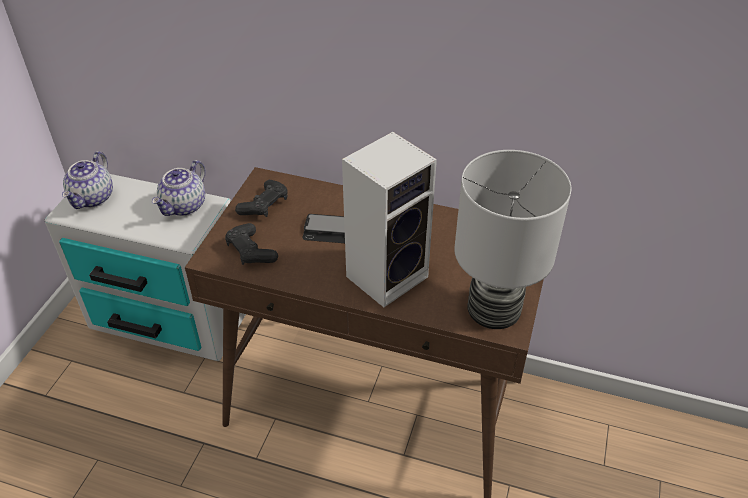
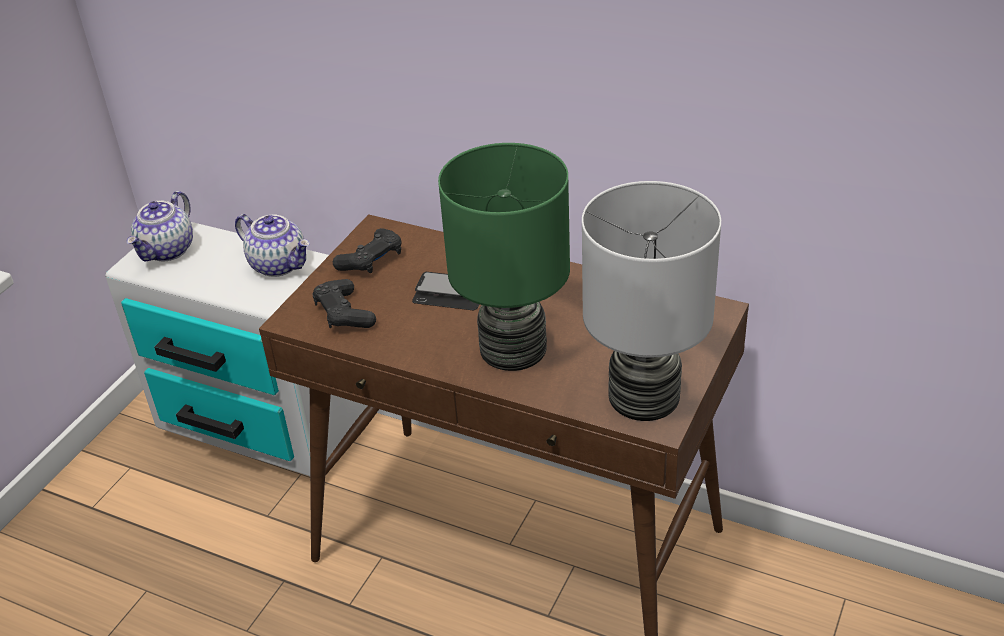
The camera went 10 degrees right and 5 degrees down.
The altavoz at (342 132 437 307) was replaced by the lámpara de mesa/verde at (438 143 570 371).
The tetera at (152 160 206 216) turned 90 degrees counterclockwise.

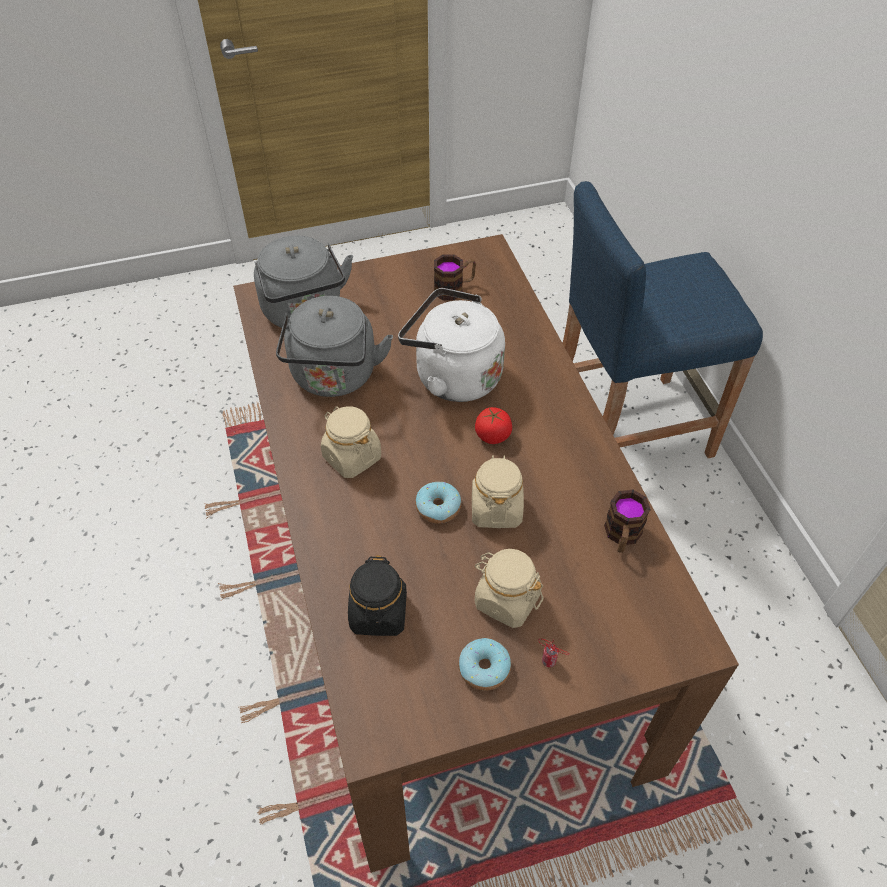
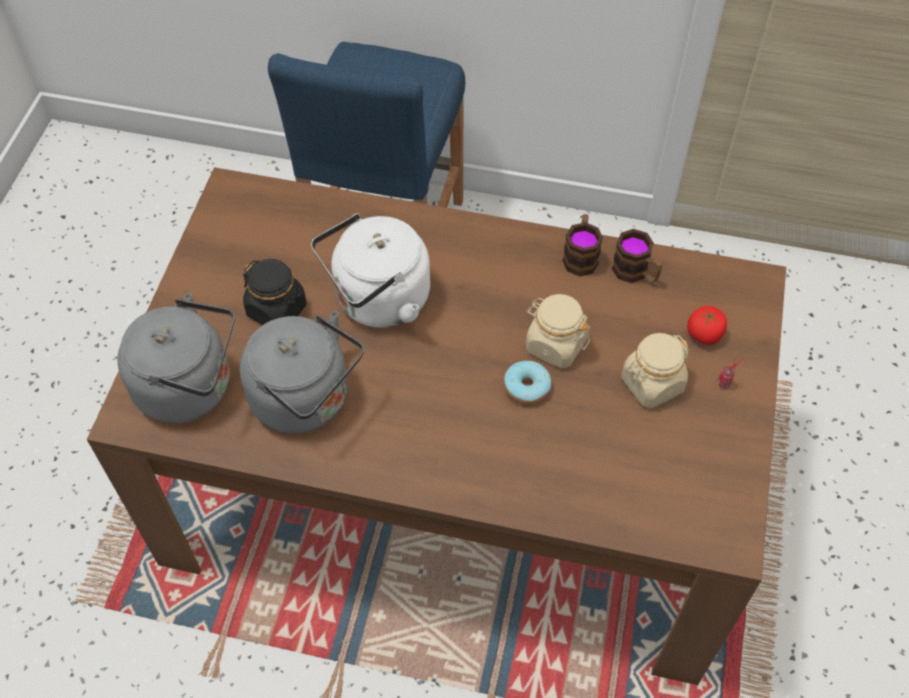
The camera went 60 degrees left and 5 degrees up.
The taza grande moved from (434 254 476 300) to (562 214 603 277).
The tarro/beis at (321 406 381 478) disappeared.
The tomate moved from (475 407 512 444) to (687 306 727 345).
The tarro/negro moved from (348 555 407 636) to (243 259 307 325).
The rosquilla at (459 638 511 691) disappeared.

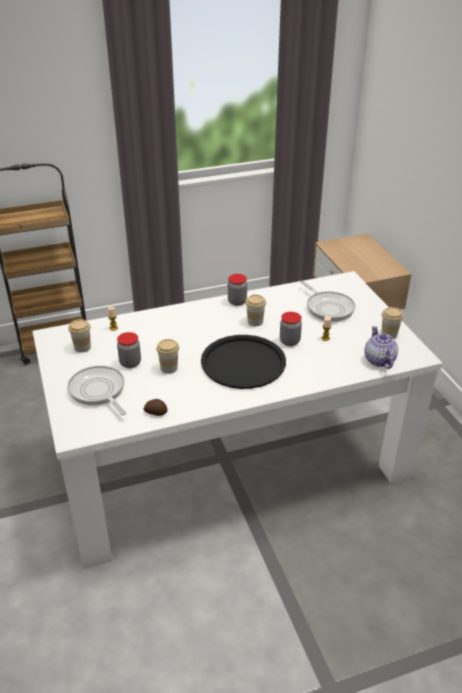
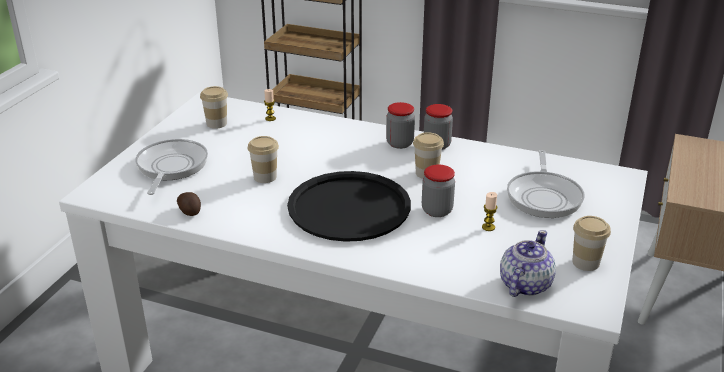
The camera went 40 degrees right and 5 degrees down.
The tarro moved from (117 332 141 368) to (386 102 415 149).

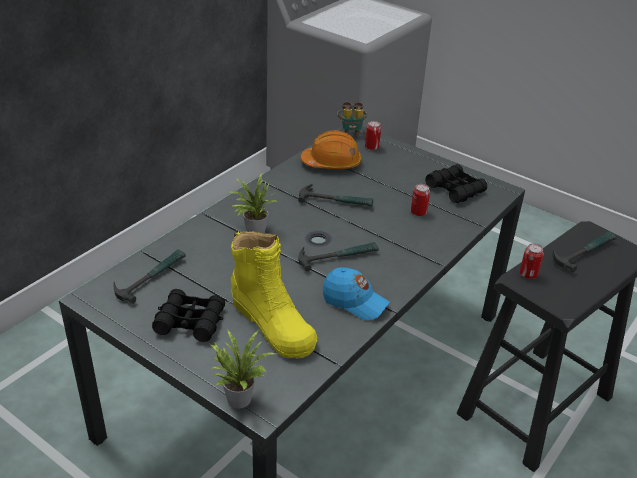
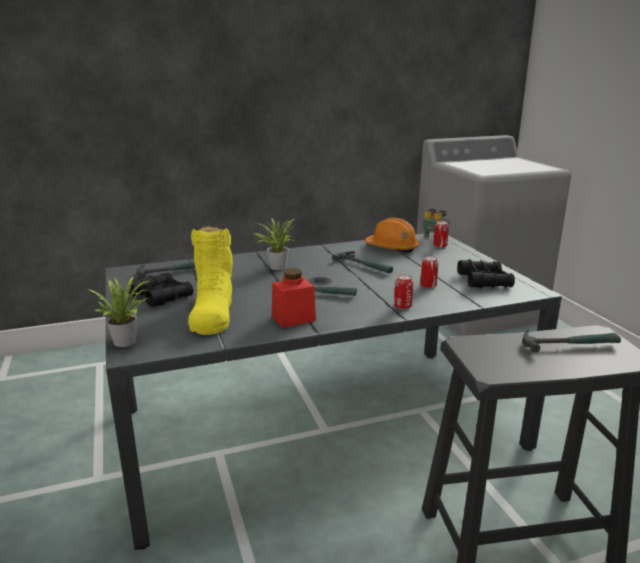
The camera went 35 degrees right and 15 degrees down.
The lata moved from (520 243 544 279) to (394 274 413 310).
The gorra/azul at (323 267 390 320) was replaced by the tarro/rojo at (272 268 316 328).

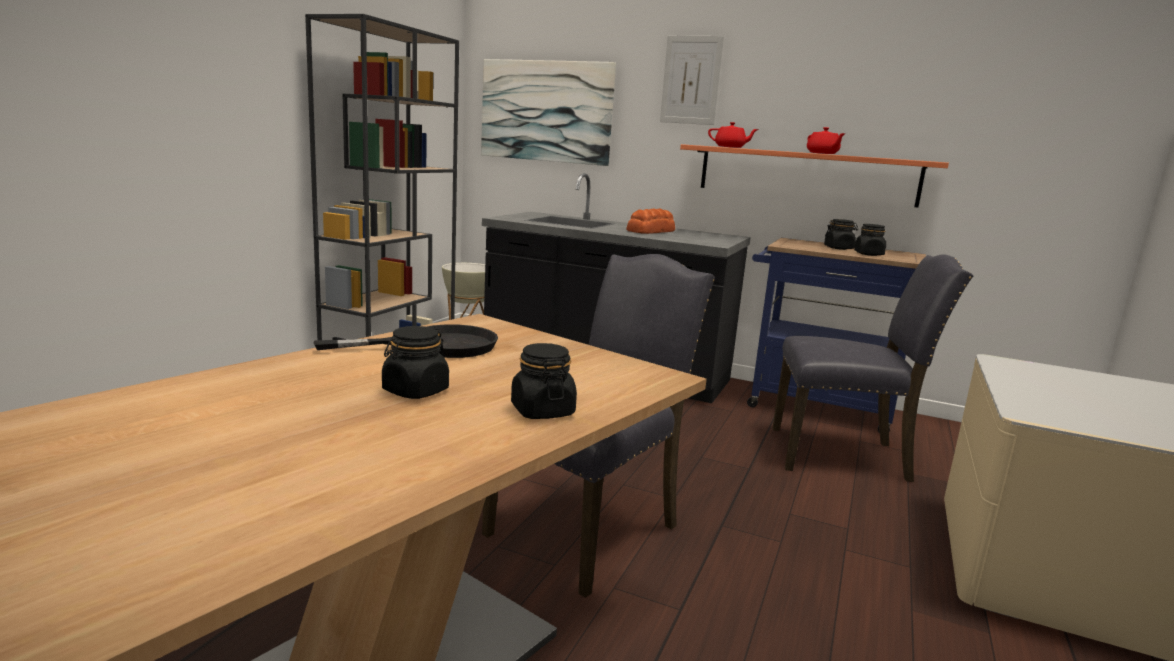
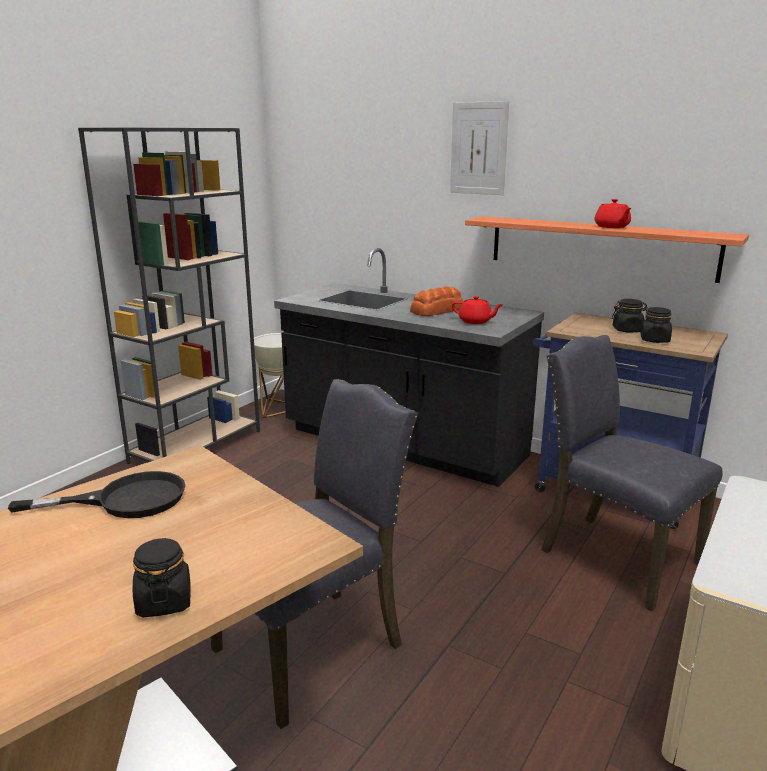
The camera went 10 degrees right and 5 degrees up.
The cuadro at (481 59 616 166) disappeared.
The tetera/rojo moved from (708 122 759 148) to (452 296 504 324).
The silla/gris at (773 254 973 482) turned 150 degrees counterclockwise.
The tarro/negro at (382 326 449 399) disappeared.

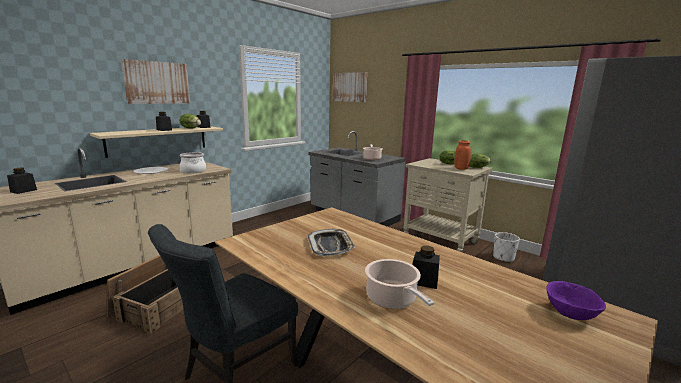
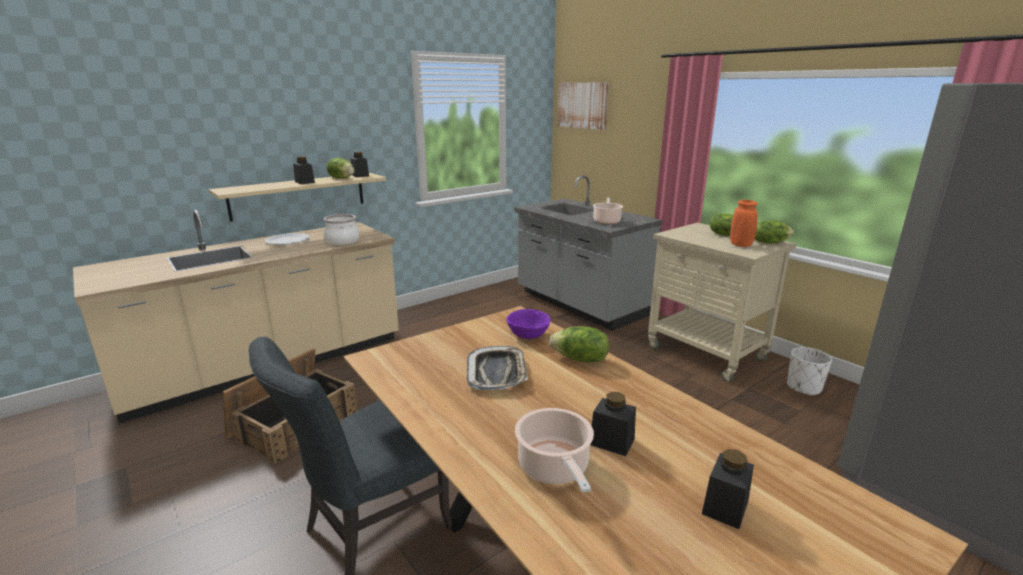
The camera went 10 degrees right and 5 degrees up.
The cuadro at (121 59 190 104) disappeared.
The tarro/negro moved from (7 168 37 194) to (702 449 754 529).
The cuenco/morado moved from (546 281 606 320) to (506 309 550 339).
The lechuga at (550 326 609 362) appeared.

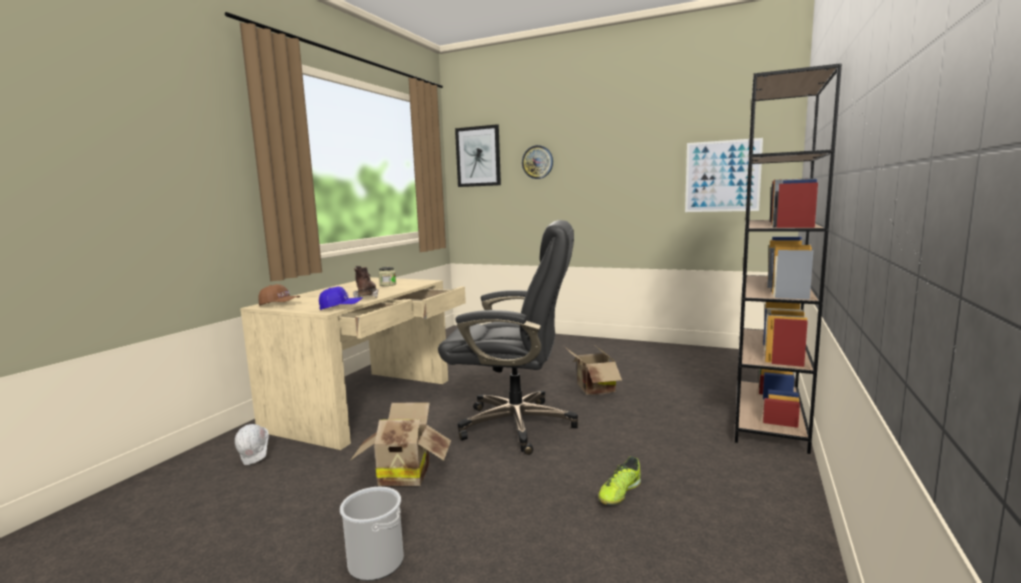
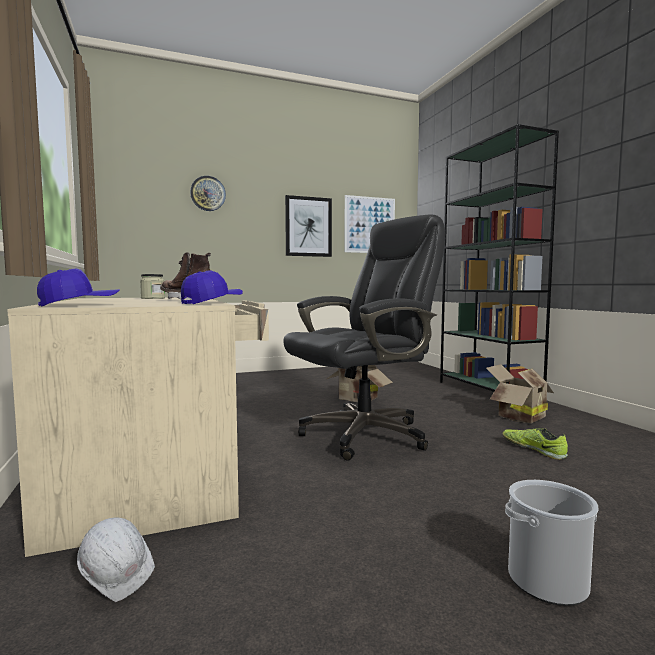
The camera went 45 degrees left and 5 degrees down.
The estantería/beis at (735 63 842 454) became the estantería/verde at (440 124 559 392).
The cuadro moved from (455 124 501 187) to (285 195 332 257).
The gorra/marrón at (258 284 300 306) became the gorra/azul at (37 269 120 306).
The caja de cartón moved from (350 402 451 486) to (486 364 554 423).
The zapato at (598 456 641 505) turned 150 degrees clockwise.

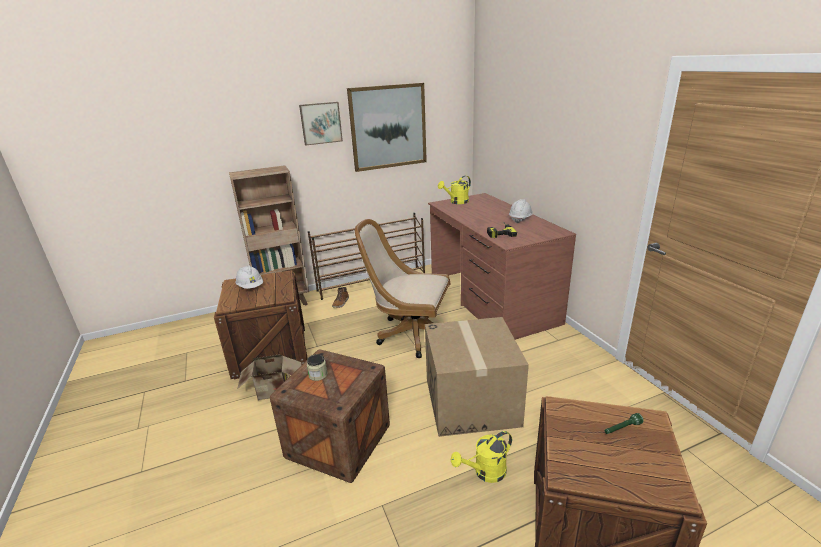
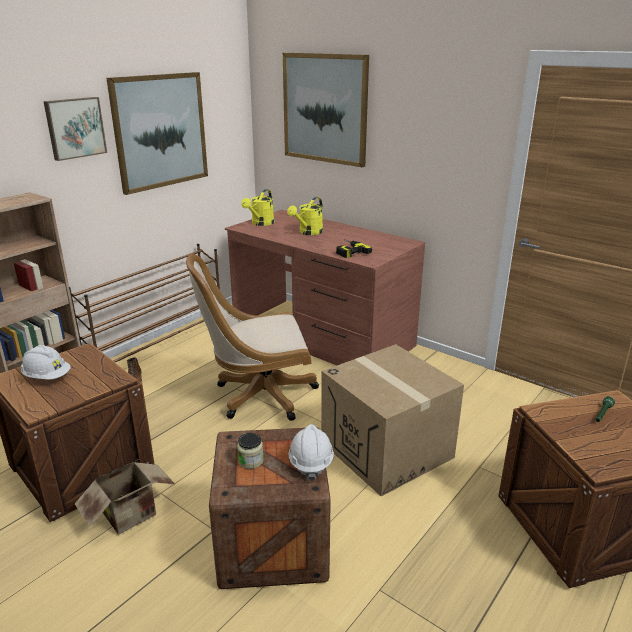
The camera went 30 degrees left and 0 degrees up.
The casco/blanco moved from (509 199 533 223) to (288 424 334 480).
The regadera/amarillo moved from (451 431 512 483) to (287 197 323 235).
The cuadro at (283 53 369 167) appeared.

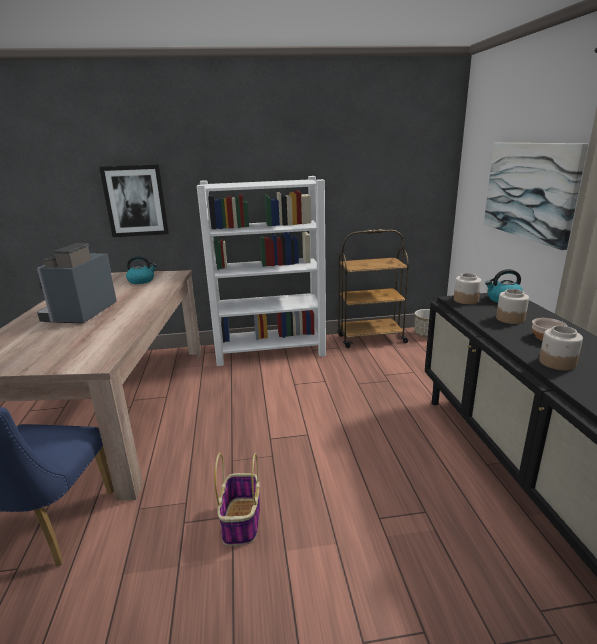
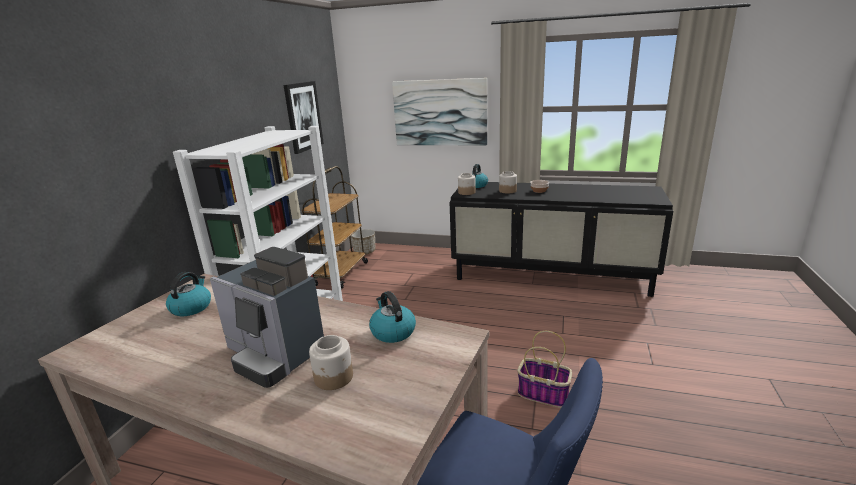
The camera went 65 degrees left and 0 degrees up.
The cuadro moved from (99 164 169 237) to (284 81 324 154).
The tarro moved from (539 326 583 370) to (309 335 353 390).
The hervidor at (369 291 416 343) appeared.

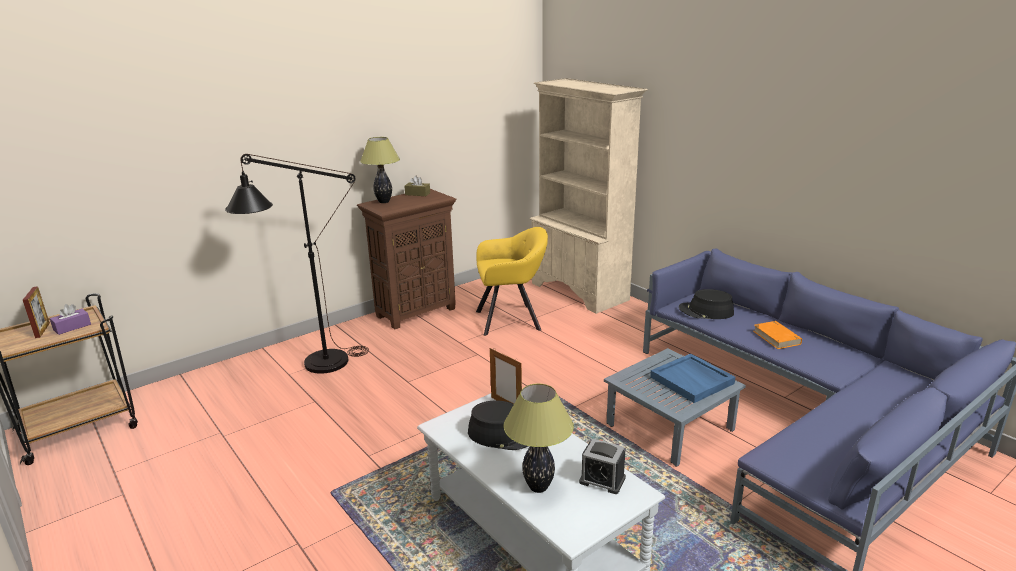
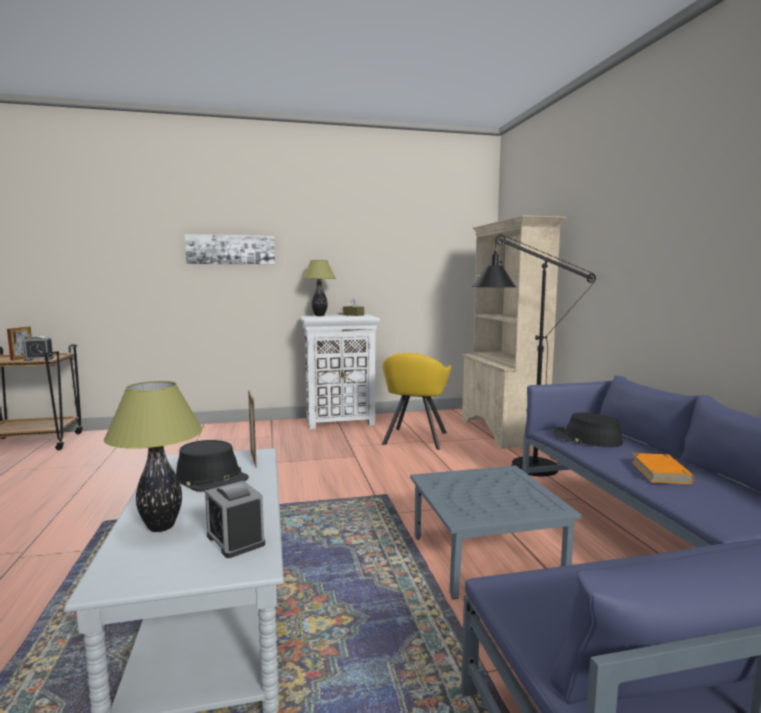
The camera went 25 degrees right and 15 degrees down.
The lámpara de pie/negro moved from (225 154 369 374) to (472 234 596 476).
The armario/marrón at (357 189 457 329) became the armario/blanco at (300 315 380 430).
The sillón/amarillo at (476 227 548 336) turned 90 degrees clockwise.
The caja de pañuelos/morado at (50 304 91 335) was replaced by the despertador at (23 336 54 361).
The bandeja/azul at (650 354 735 403) disappeared.
The cuadro at (185 234 275 264) appeared.

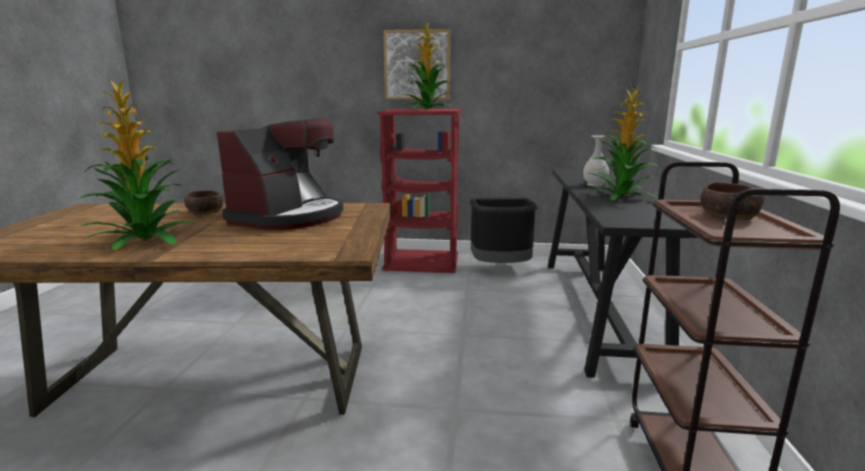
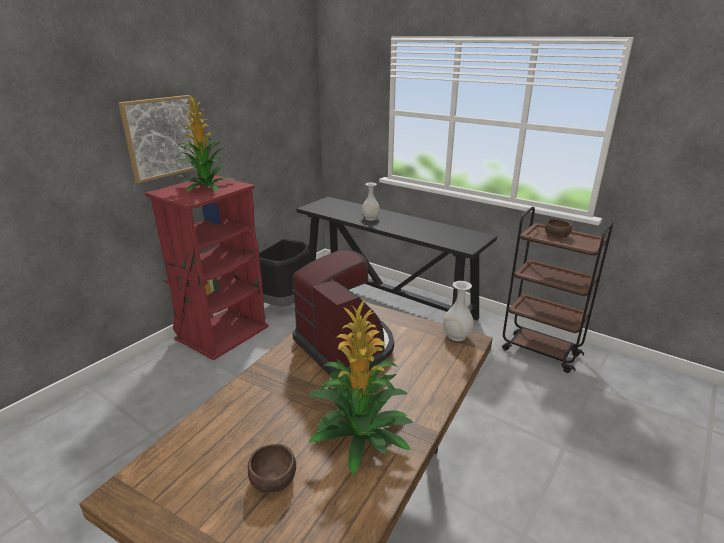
The camera went 60 degrees left and 10 degrees up.
The planta en maceta at (583 85 659 201) disappeared.
The cuenco/marrón moved from (184 190 223 215) to (248 444 296 493).
The florero/blanco at (443 281 474 341) appeared.

